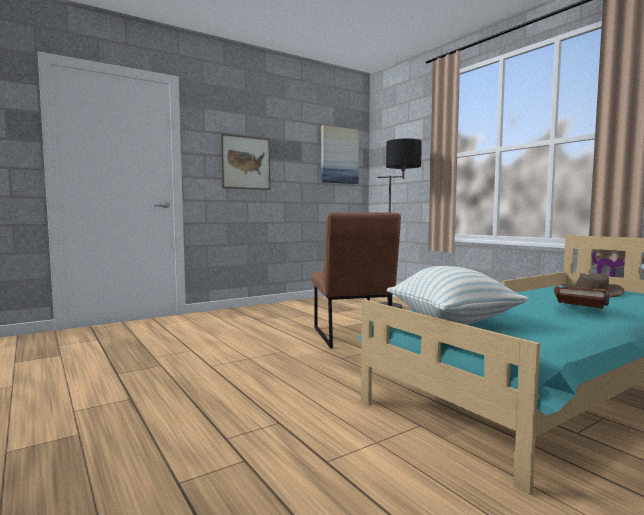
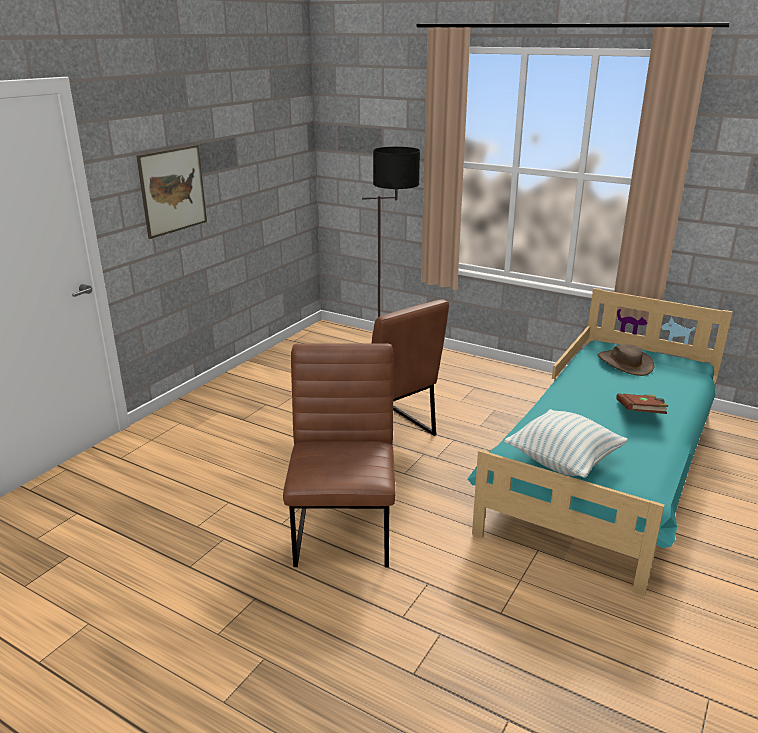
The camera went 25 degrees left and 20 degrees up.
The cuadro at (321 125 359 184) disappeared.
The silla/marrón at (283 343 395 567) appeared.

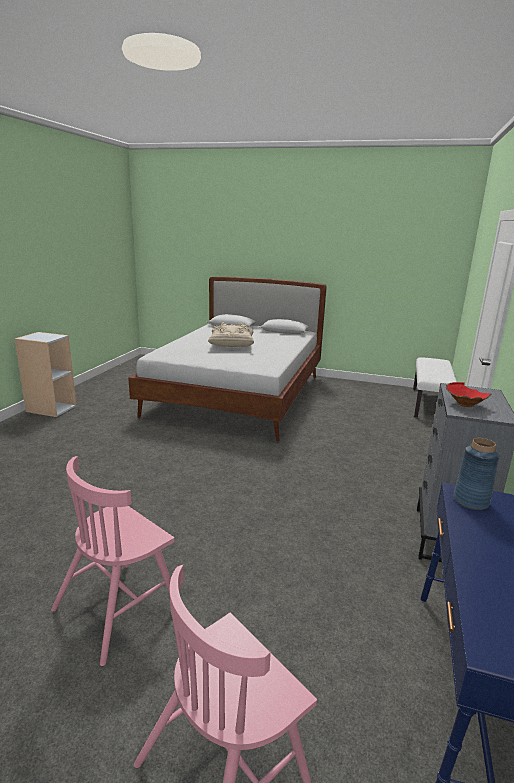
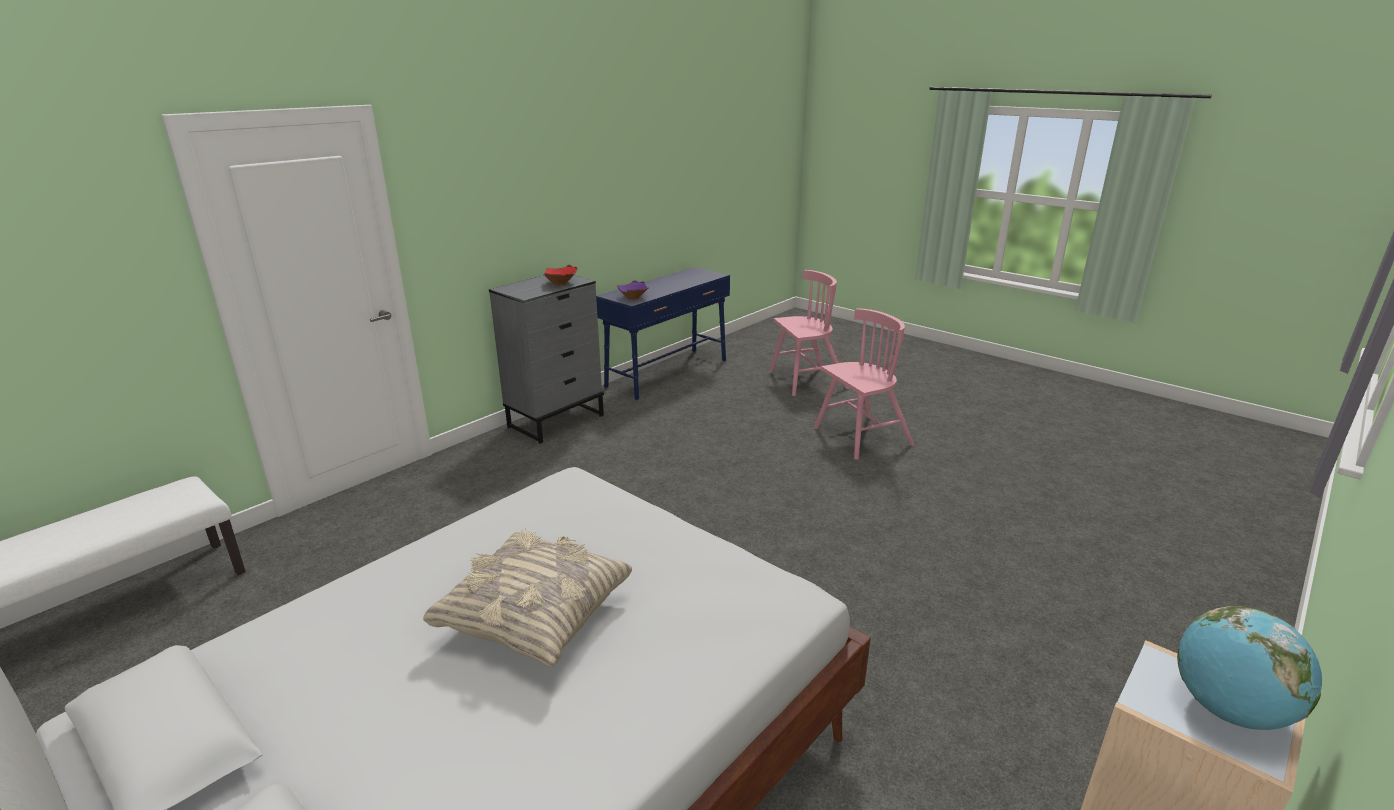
The camera went 155 degrees left and 5 degrees up.
The florero/azul at (453 438 500 510) was replaced by the cuenco/morado at (617 280 649 300).
The globo terráqueo at (1177 606 1322 730) appeared.

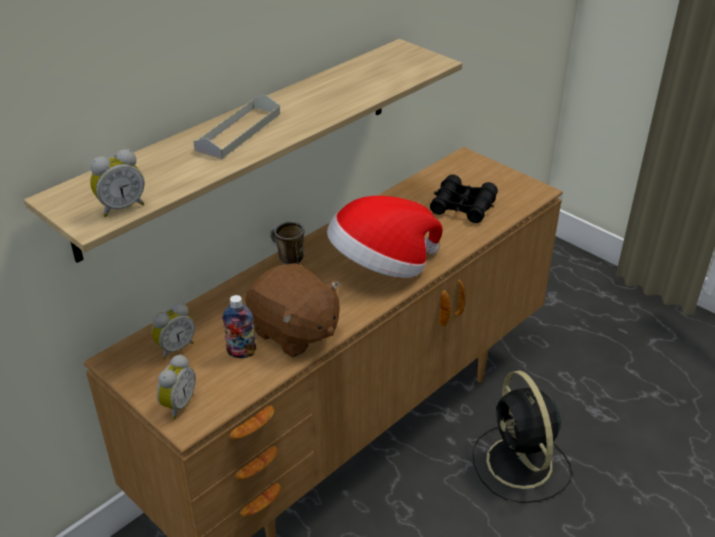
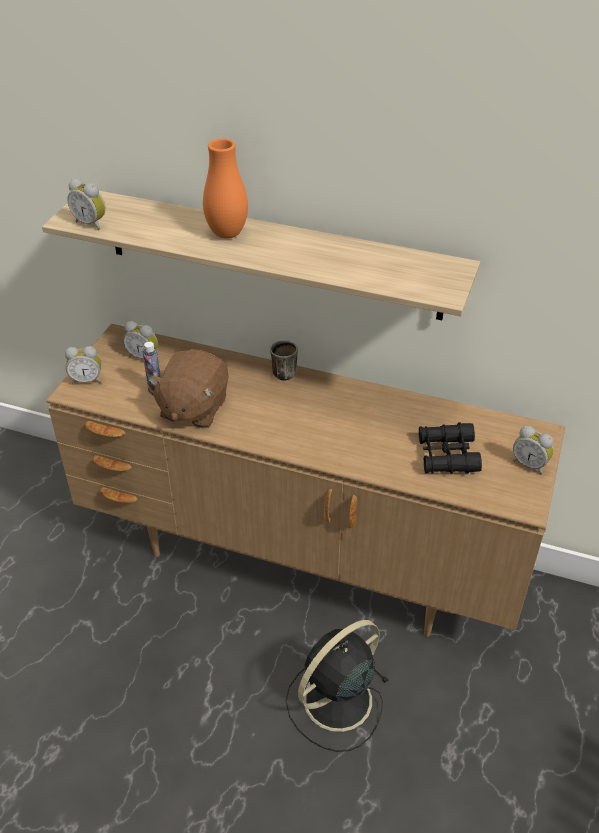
The camera went 65 degrees right and 5 degrees up.
The bandeja/gris at (193 95 280 159) was replaced by the florero/naranja at (203 138 248 239).
The sombrero at (327 196 443 278) disappeared.
The despertador at (513 426 554 475) appeared.

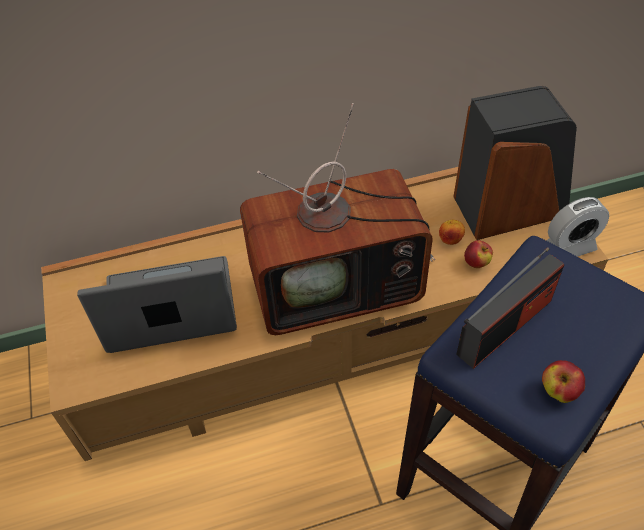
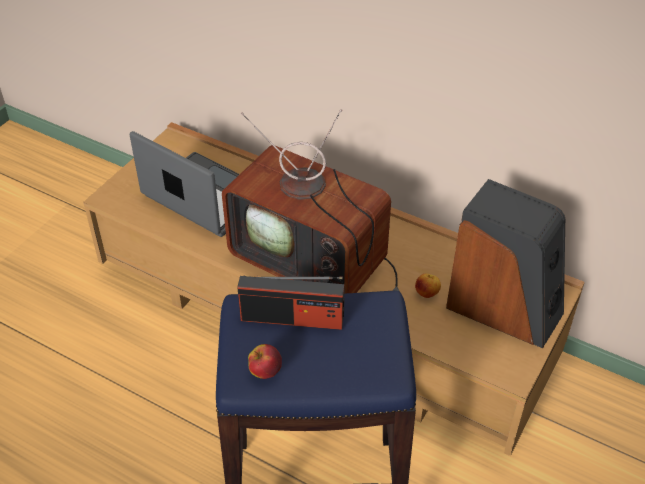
The camera went 45 degrees right and 5 degrees down.
The despertador at (546 197 609 257) disappeared.
The manzana at (464 240 493 268) disappeared.

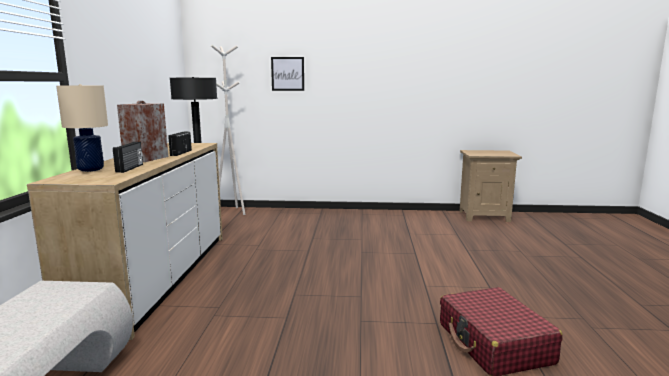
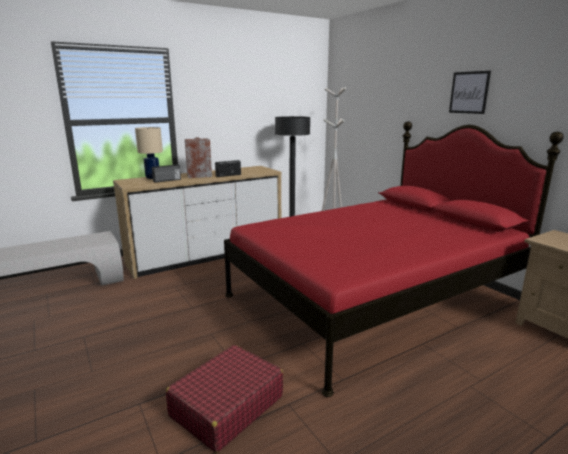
The camera went 55 degrees right and 5 degrees up.
The cuadro moved from (271 57 304 91) to (449 71 491 114).
The cama/rojo at (224 121 564 397) appeared.

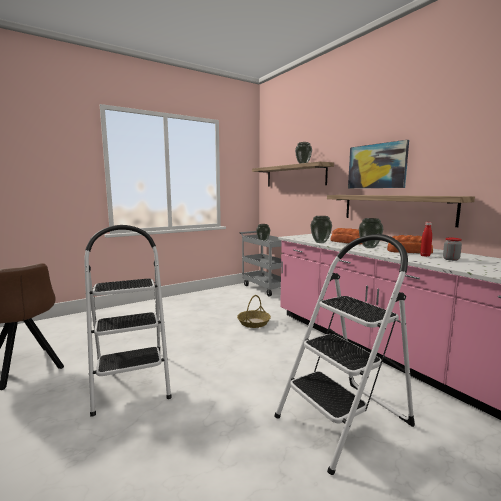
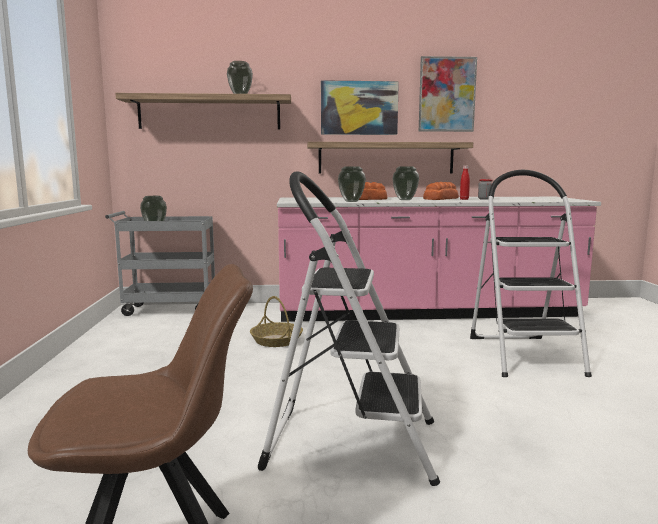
The camera went 60 degrees left and 0 degrees up.
The cuadro at (419 56 477 132) appeared.

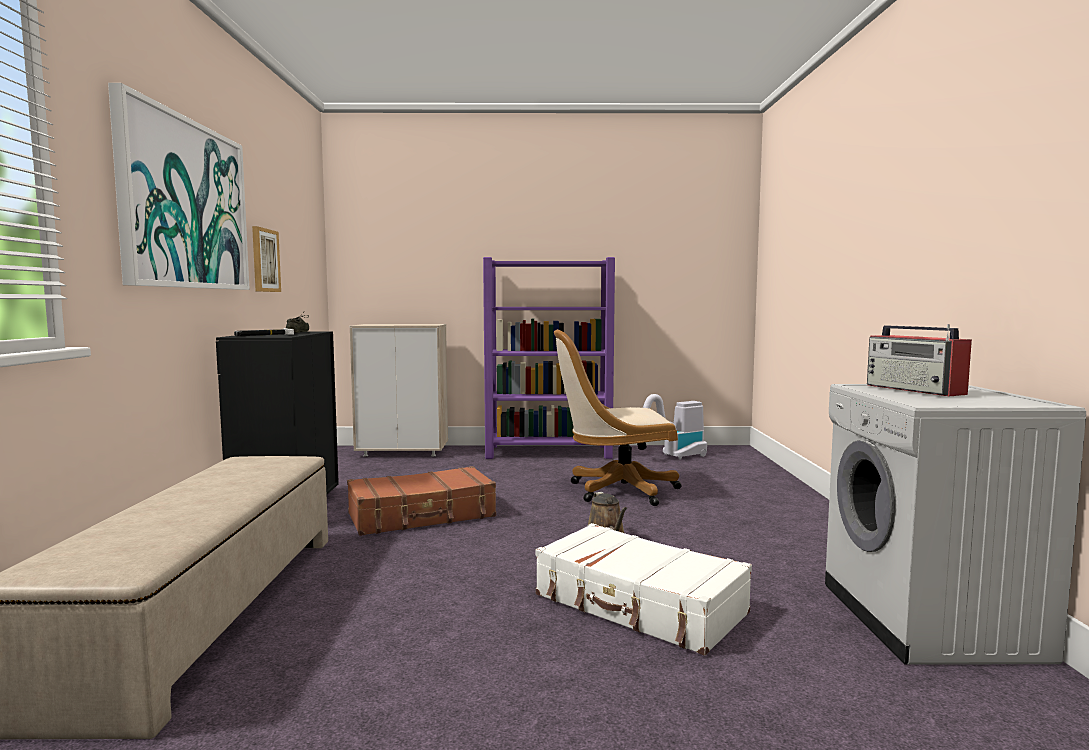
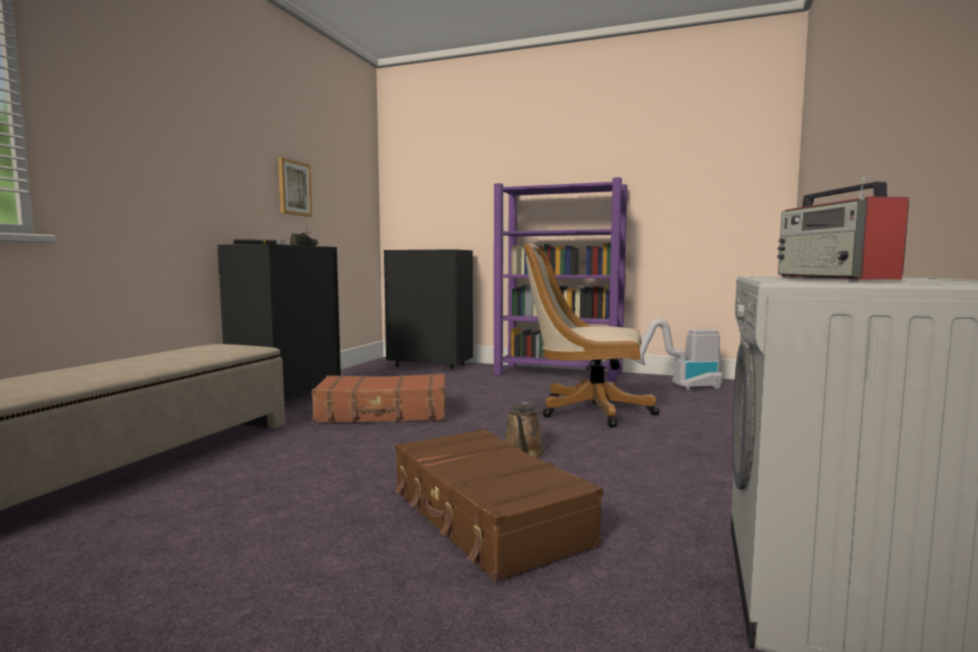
The camera went 20 degrees right and 0 degrees up.
The cuadro at (108 83 250 290) disappeared.
The armario/beis at (350 324 448 457) became the armario/negro at (384 249 473 370).
The maleta/blanco at (536 523 752 656) became the maleta/marrón at (395 428 603 582).

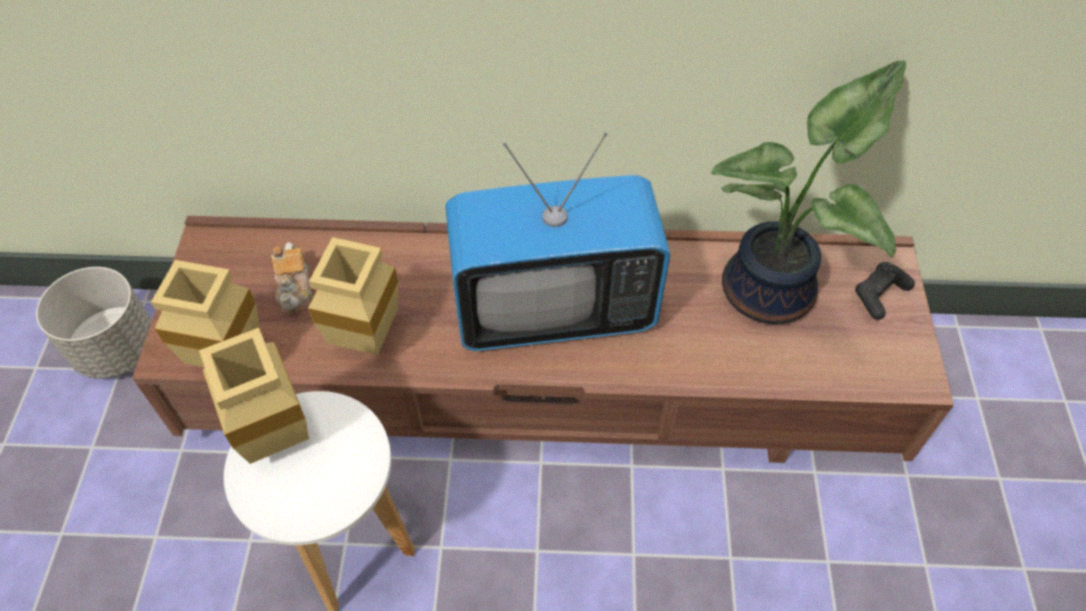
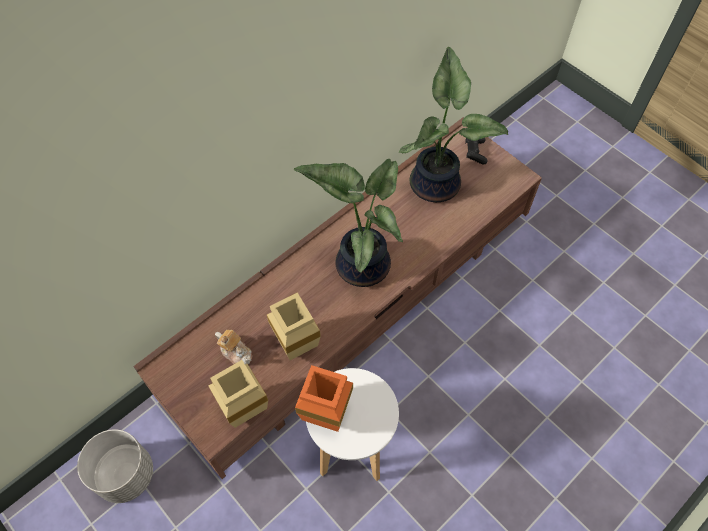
The camera went 45 degrees left and 5 degrees up.
The televisor at (445 133 671 351) was replaced by the planta en maceta at (294 159 403 287).
The florero/beis at (199 328 309 464) became the florero/naranja at (295 365 353 432).

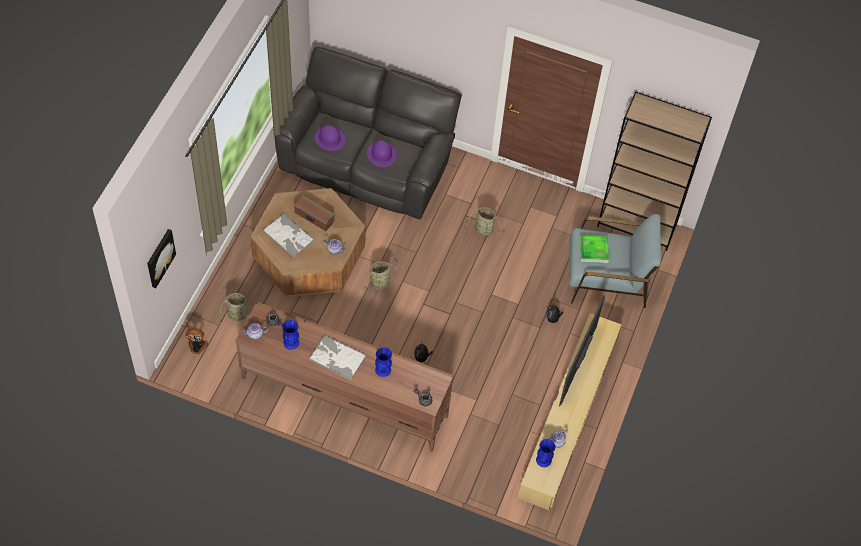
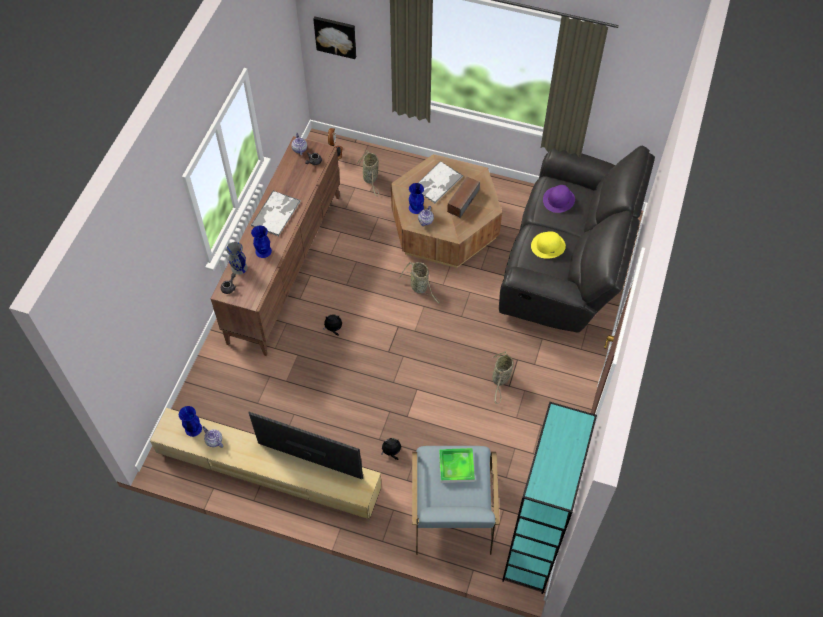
The camera went 90 degrees right and 0 degrees up.
The estantería/beis at (597 91 712 251) became the estantería/turquesa at (502 402 597 594).
The sombrero/morado at (367 140 397 167) became the sombrero/amarillo at (531 231 566 259).
The florero/azul moved from (282 320 299 350) to (409 183 424 214).
The florero/gris at (226 242 248 275) appeared.

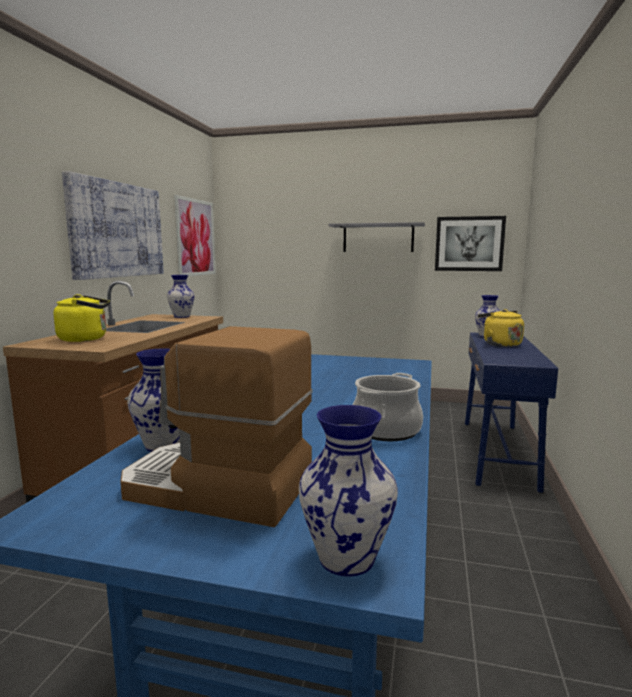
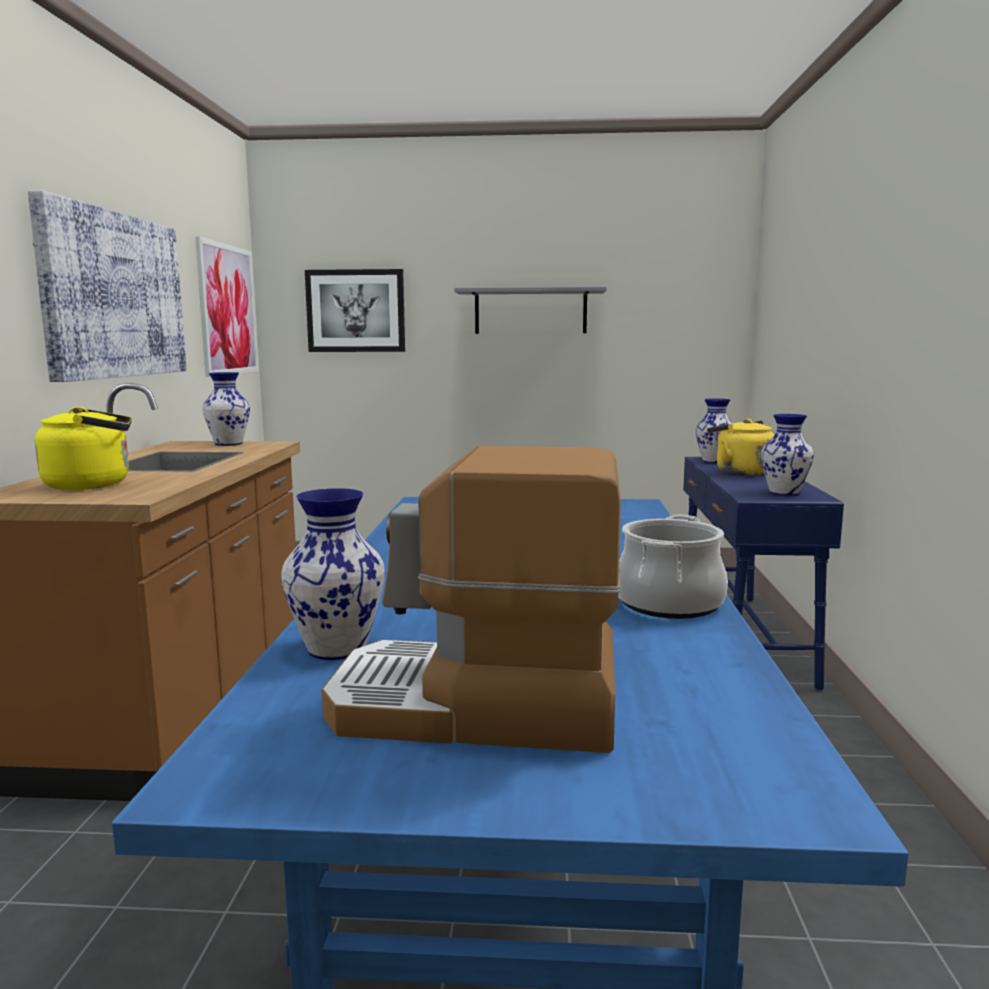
The camera went 10 degrees left and 0 degrees up.
The cuadro moved from (435 216 506 271) to (305 269 405 352).
The florero moved from (299 405 398 577) to (761 414 814 496).

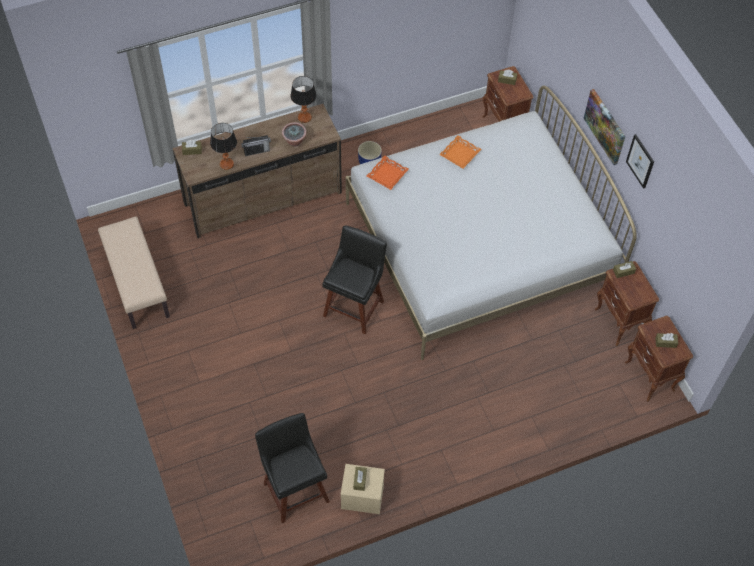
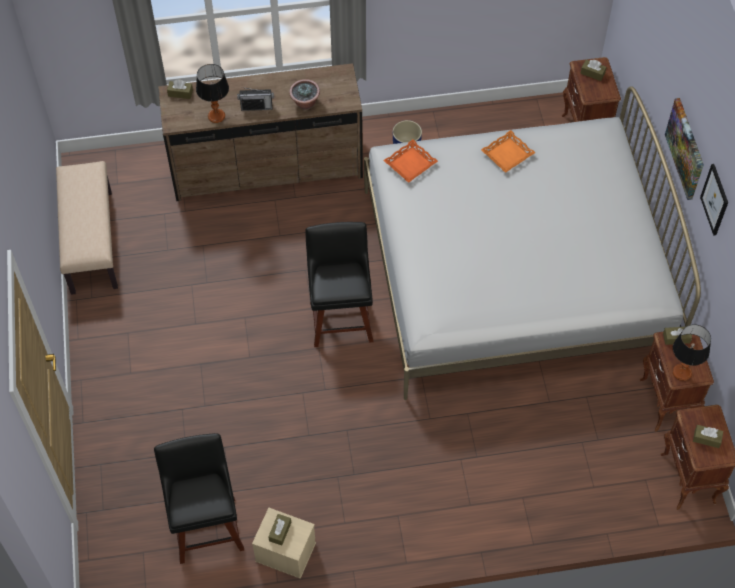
The camera went 15 degrees right and 0 degrees up.
The lámpara de mesa moved from (290 76 317 123) to (673 325 711 381).
The silla/negro at (322 226 387 334) turned 45 degrees counterclockwise.

